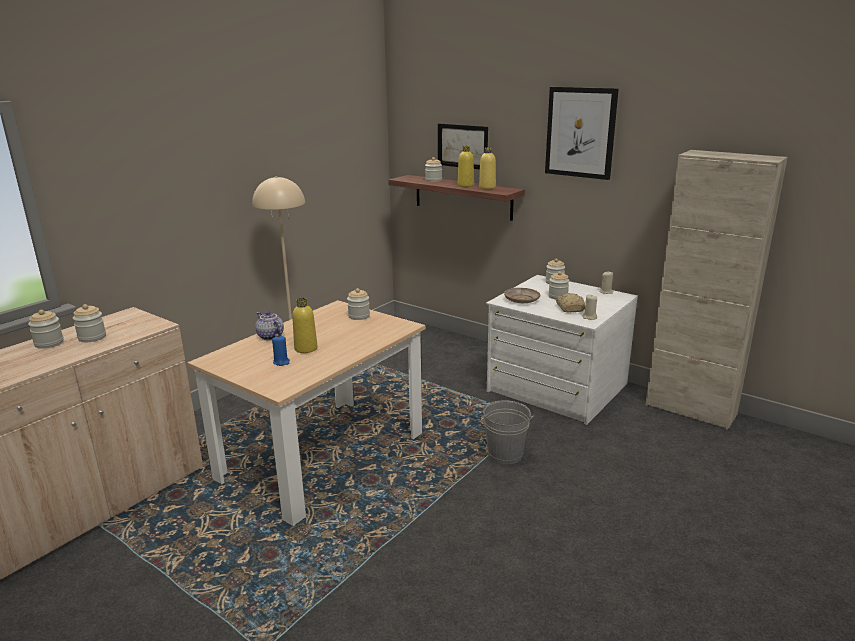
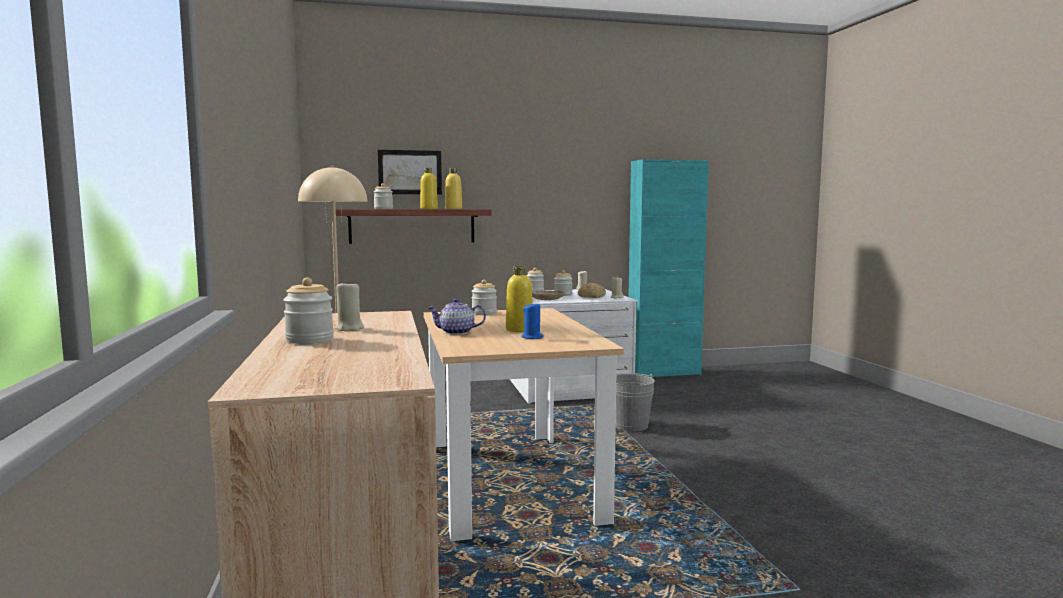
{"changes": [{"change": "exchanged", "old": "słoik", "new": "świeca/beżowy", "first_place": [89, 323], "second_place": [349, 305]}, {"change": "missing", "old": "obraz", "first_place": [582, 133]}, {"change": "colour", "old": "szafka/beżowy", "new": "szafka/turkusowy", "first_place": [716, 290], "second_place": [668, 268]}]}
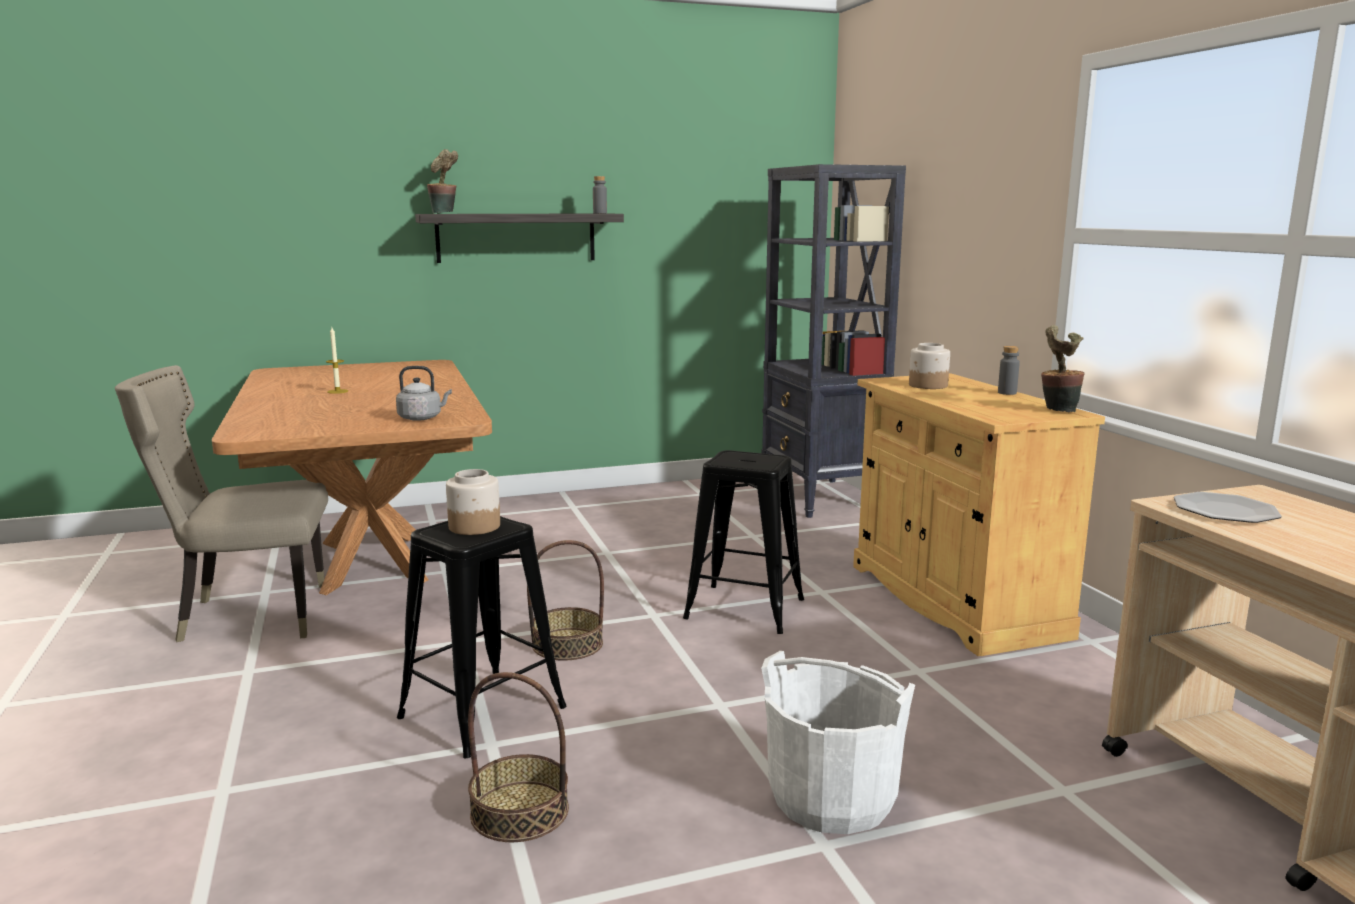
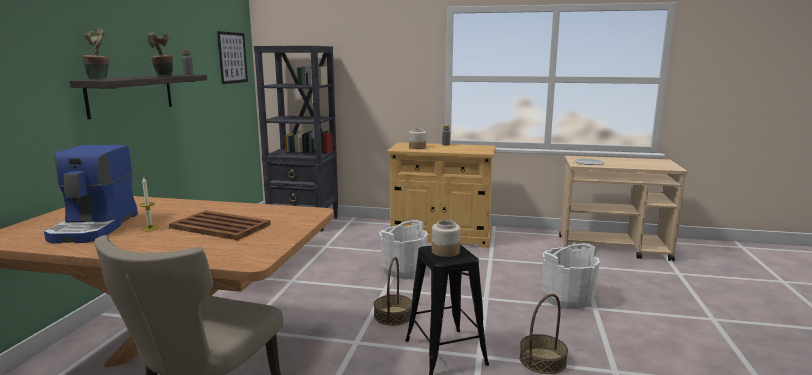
{"changes": [{"change": "missing", "old": "czajnik/szary", "first_place": [424, 393]}, {"change": "exchanged", "old": "stołek/czarny", "new": "wiadro/biały", "first_place": [743, 542], "second_place": [403, 249]}, {"change": "relocated", "old": "roślina doniczkowa", "first_place": [1063, 368], "second_place": [160, 53]}, {"change": "appeared", "new": "ekspres do kawy", "second_place": [91, 194]}, {"change": "appeared", "new": "taca/brązowy", "second_place": [220, 225]}, {"change": "appeared", "new": "obraz", "second_place": [232, 57]}]}
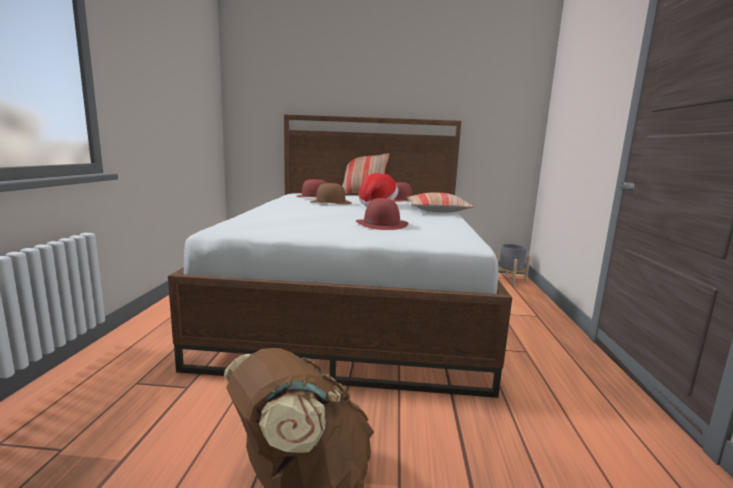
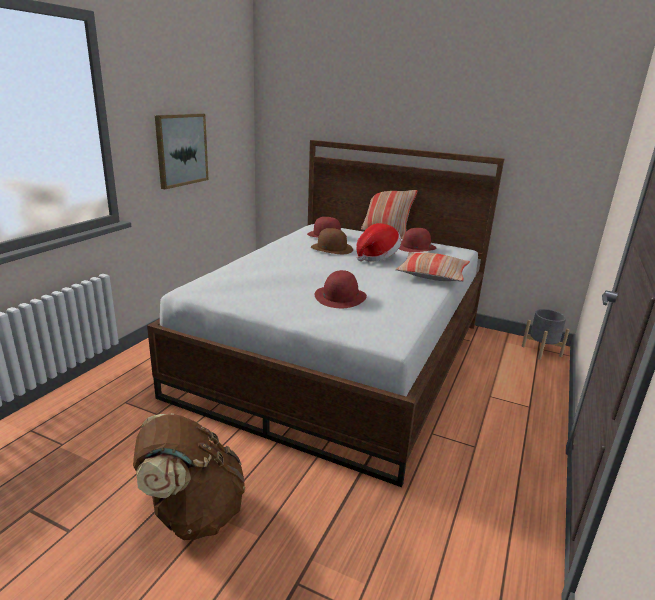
{"changes": [{"change": "appeared", "new": "obraz", "second_place": [182, 151]}]}
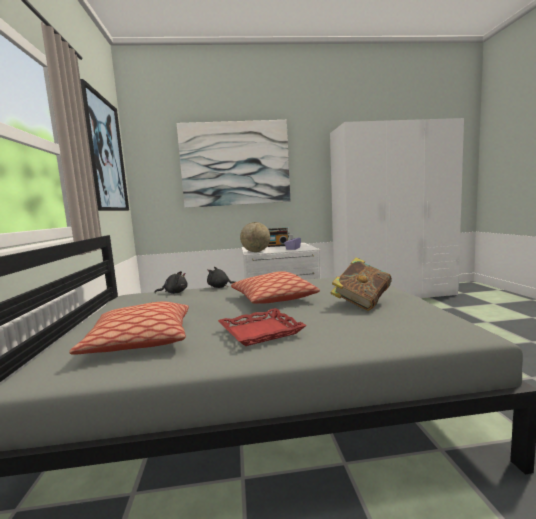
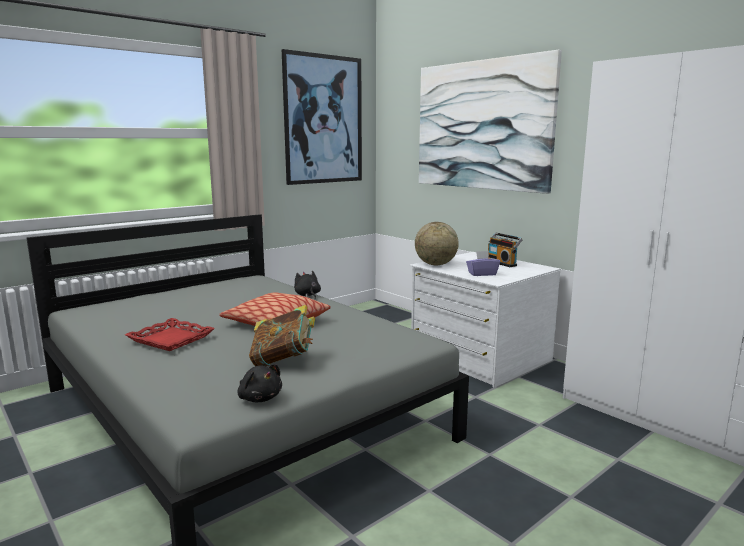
{"changes": [{"change": "missing", "old": "poduszka", "first_place": [129, 328]}, {"change": "relocated", "old": "pluszak/czarny", "first_place": [171, 282], "second_place": [260, 383]}]}
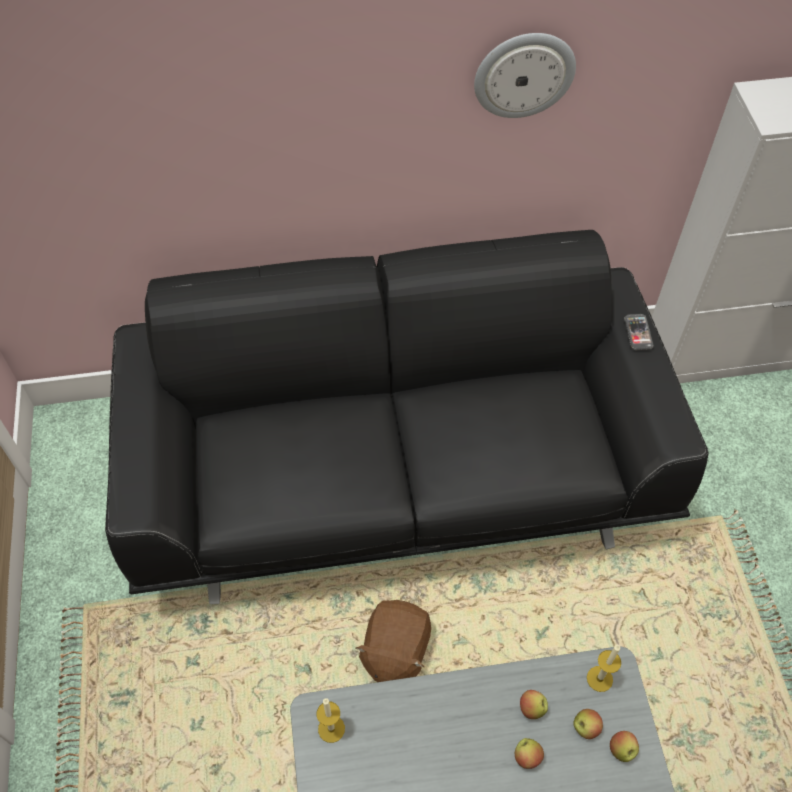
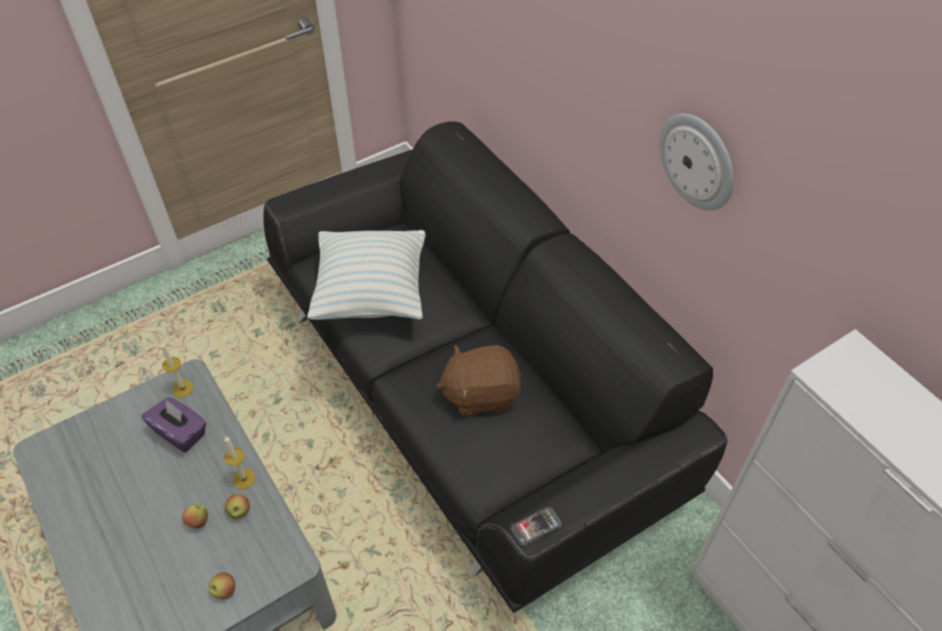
{"changes": [{"change": "relocated", "old": "pluszak/brązowy", "first_place": [393, 641], "second_place": [478, 381]}, {"change": "missing", "old": "jabłko", "first_place": [588, 724]}, {"change": "relocated", "old": "świeca", "first_place": [604, 668], "second_place": [240, 463]}, {"change": "relocated", "old": "telefon", "first_place": [639, 332], "second_place": [536, 526]}, {"change": "appeared", "new": "pudełko chusteczek/fioletowy", "second_place": [174, 424]}, {"change": "appeared", "new": "poduszka", "second_place": [366, 275]}]}
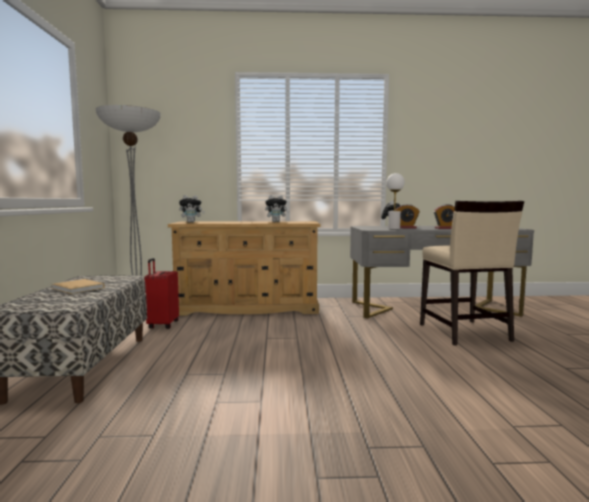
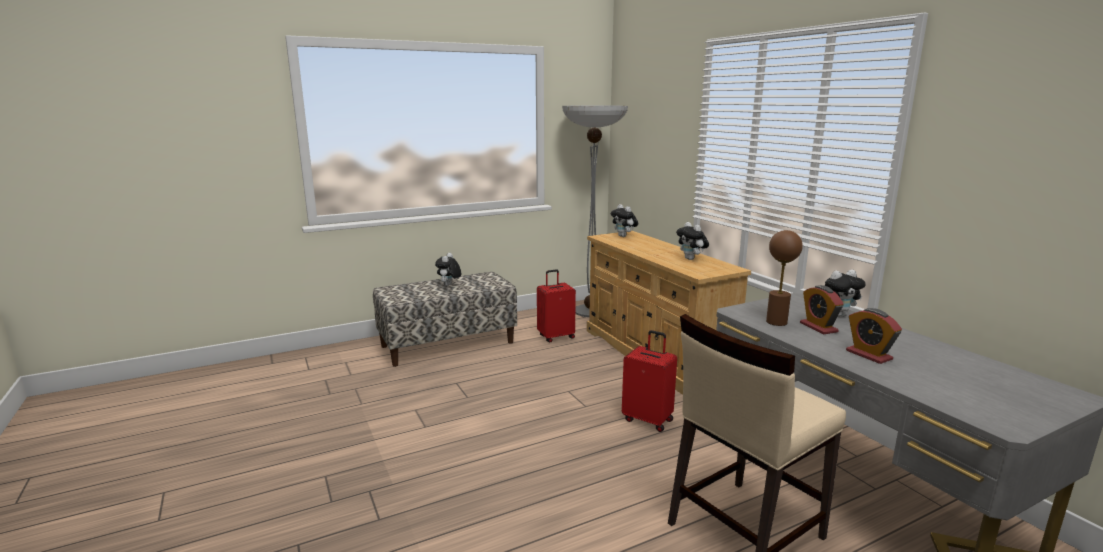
{"changes": [{"change": "exchanged", "old": "książka/beżowy", "new": "pluszak", "first_place": [78, 286], "second_place": [448, 269]}, {"change": "colour", "old": "lampa stołowa/biały", "new": "lampa stołowa/brązowy", "first_place": [395, 201], "second_place": [784, 278]}, {"change": "appeared", "new": "walizka/czerwony", "second_place": [649, 381]}]}
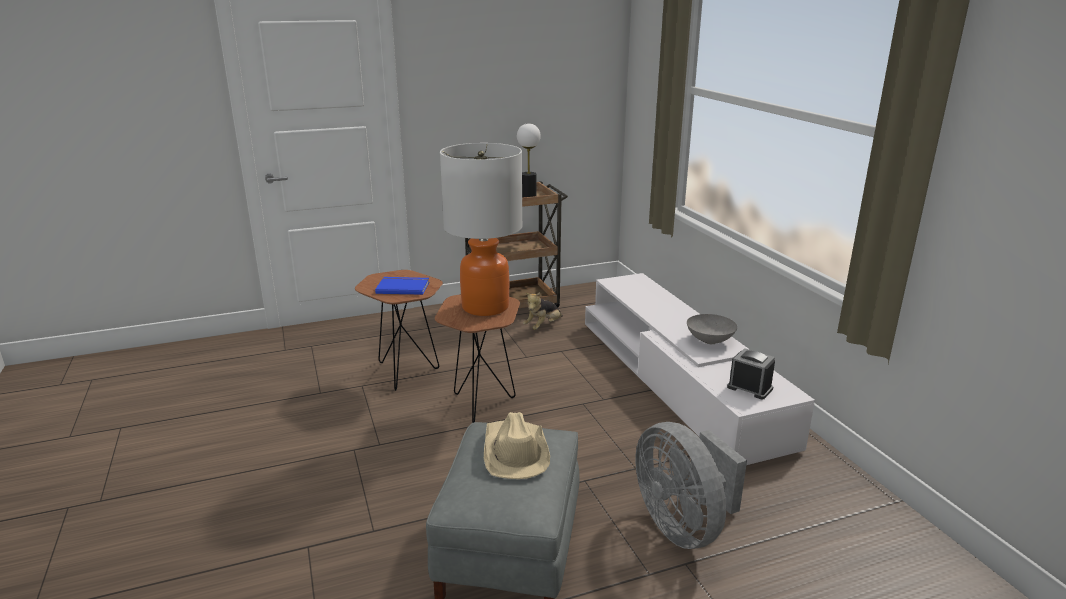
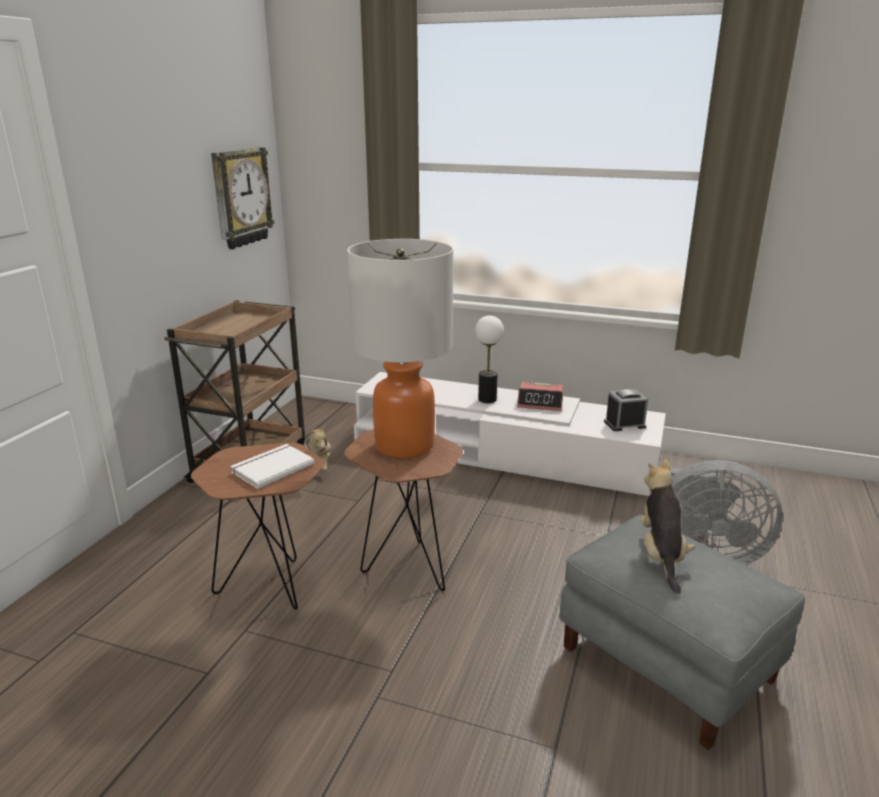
{"changes": [{"change": "colour", "old": "książka/niebieski", "new": "książka/biały", "first_place": [402, 286], "second_place": [272, 466]}, {"change": "exchanged", "old": "kapelusz/beżowy", "new": "pluszak", "first_place": [517, 445], "second_place": [668, 526]}, {"change": "relocated", "old": "lampa stołowa", "first_place": [529, 160], "second_place": [489, 359]}, {"change": "exchanged", "old": "miska/szary", "new": "budzik", "first_place": [712, 329], "second_place": [540, 396]}, {"change": "appeared", "new": "zegar ścienny", "second_place": [243, 198]}]}
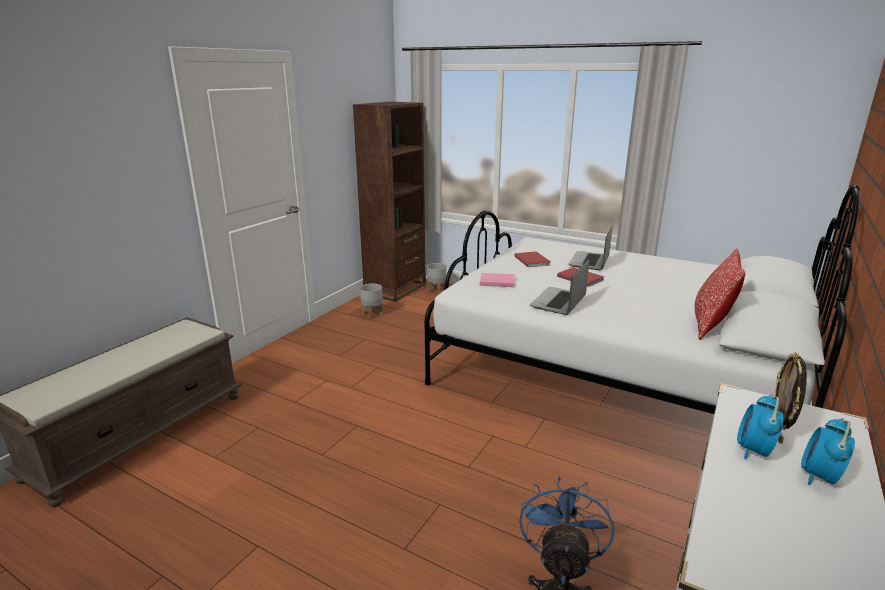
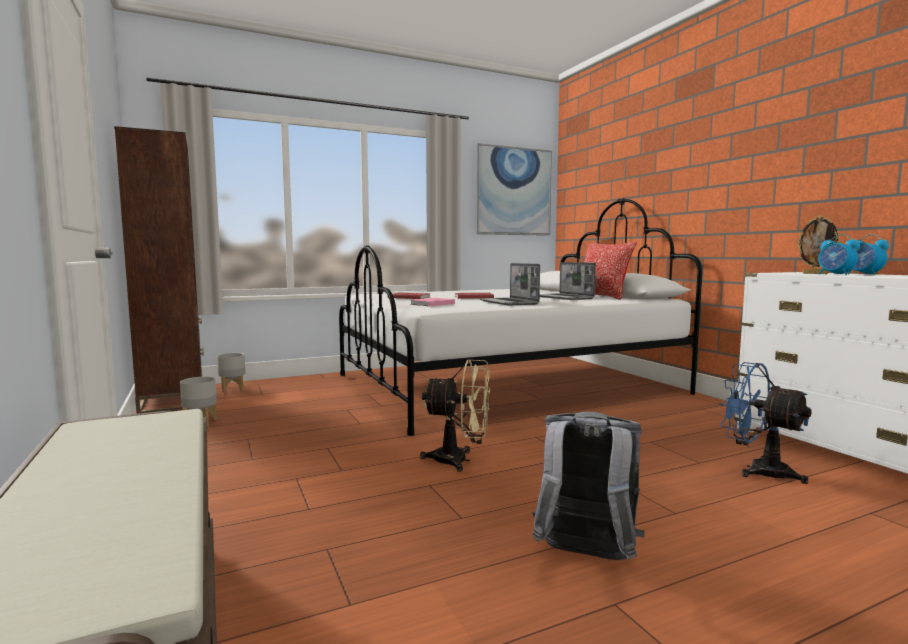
{"changes": [{"change": "relocated", "old": "laptop", "first_place": [591, 248], "second_place": [568, 281]}, {"change": "appeared", "new": "wentylator/beżowy", "second_place": [455, 415]}, {"change": "appeared", "new": "obraz", "second_place": [513, 189]}, {"change": "appeared", "new": "plecak/szary", "second_place": [588, 486]}]}
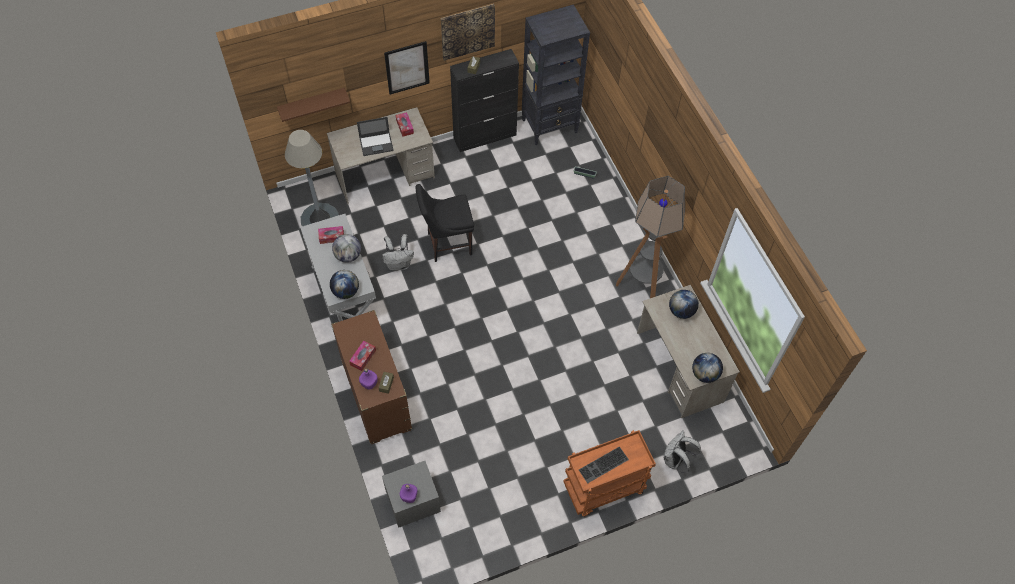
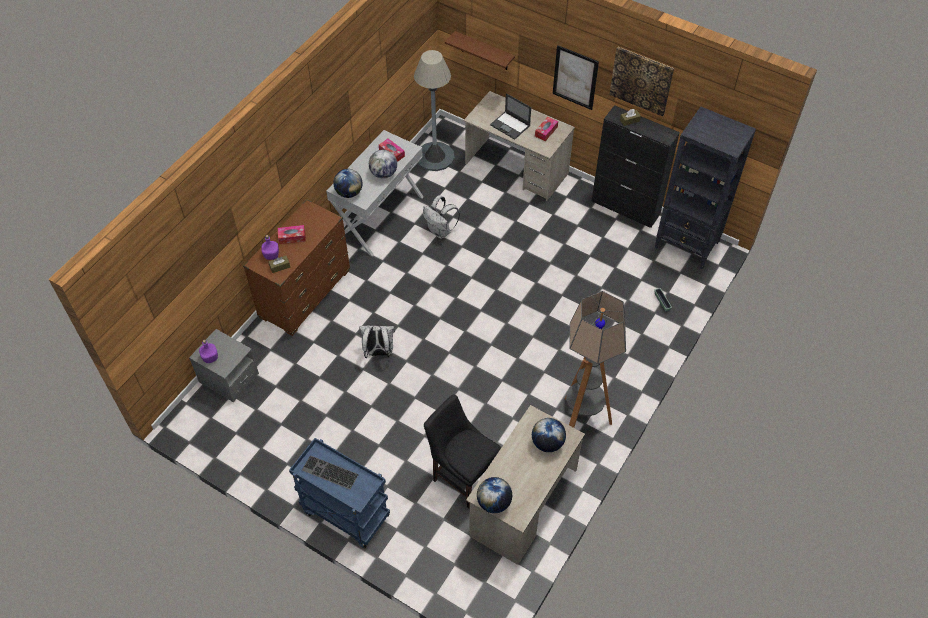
{"changes": [{"change": "relocated", "old": "krzesło/czarny", "first_place": [444, 223], "second_place": [462, 451]}, {"change": "colour", "old": "wózek/pomarańczowy", "new": "wózek/niebieski", "first_place": [609, 473], "second_place": [339, 493]}, {"change": "relocated", "old": "plecak/biały", "first_place": [682, 451], "second_place": [377, 341]}]}
